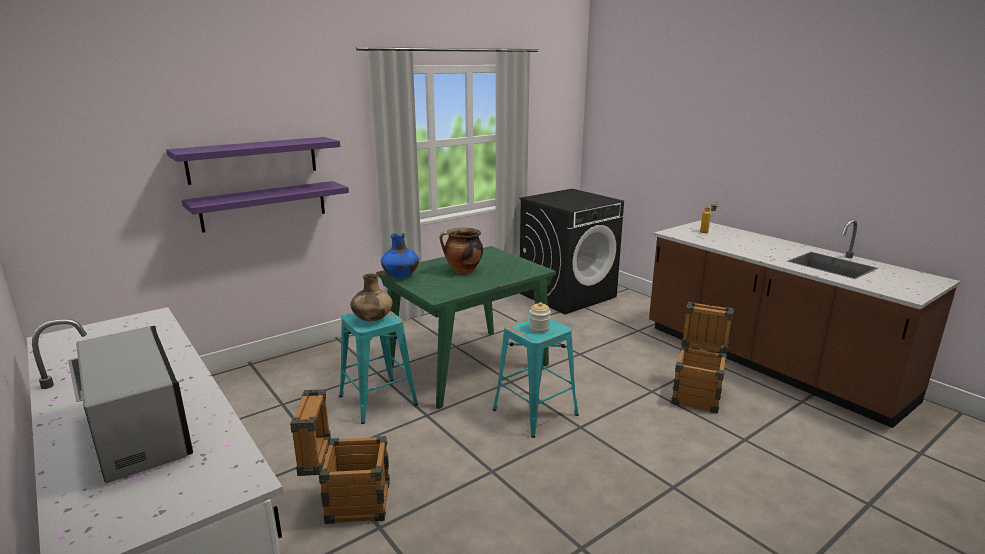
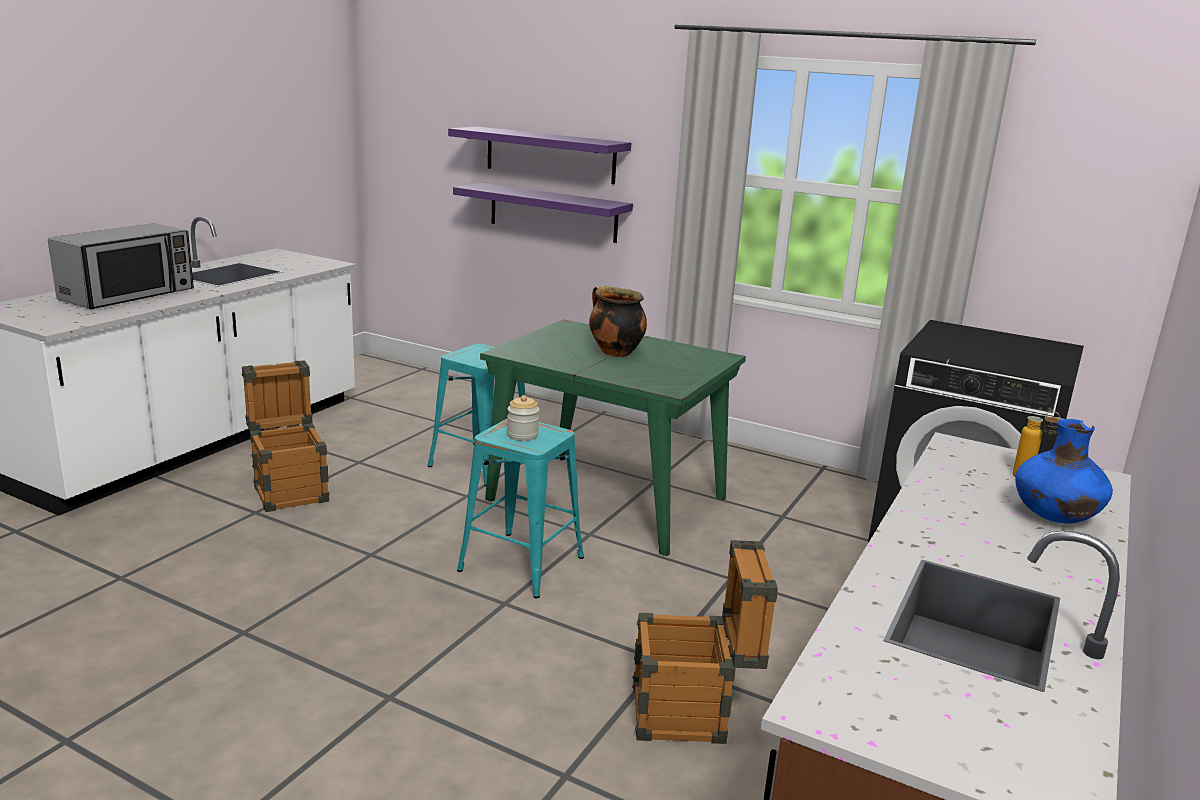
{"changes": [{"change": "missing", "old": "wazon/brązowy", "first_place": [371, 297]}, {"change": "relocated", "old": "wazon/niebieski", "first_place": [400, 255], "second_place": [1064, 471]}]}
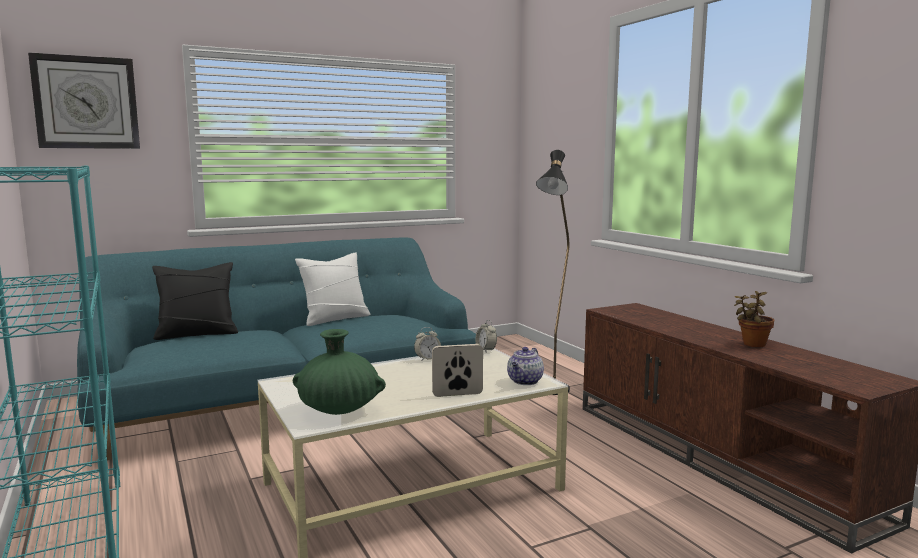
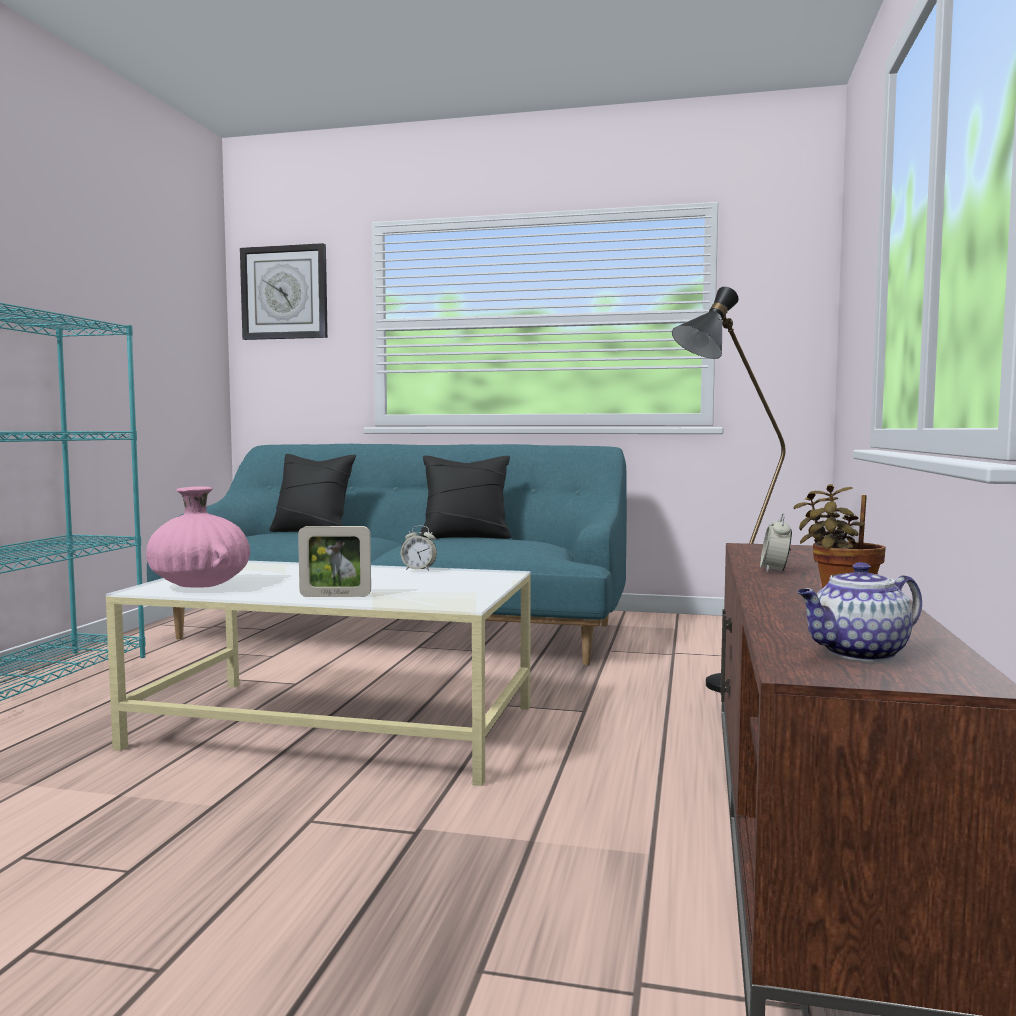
{"changes": [{"change": "colour", "old": "wazon/zielony", "new": "wazon/różowy", "first_place": [339, 372], "second_place": [198, 537]}, {"change": "colour", "old": "poduszka/biały", "new": "poduszka/czarny", "first_place": [332, 289], "second_place": [465, 497]}, {"change": "spun", "old": "ramka na zdjęcie", "first_place": [457, 370], "second_place": [334, 561], "degrees": 150}, {"change": "relocated", "old": "budzik", "first_place": [486, 336], "second_place": [776, 542]}, {"change": "relocated", "old": "imbryk", "first_place": [525, 366], "second_place": [860, 612]}]}
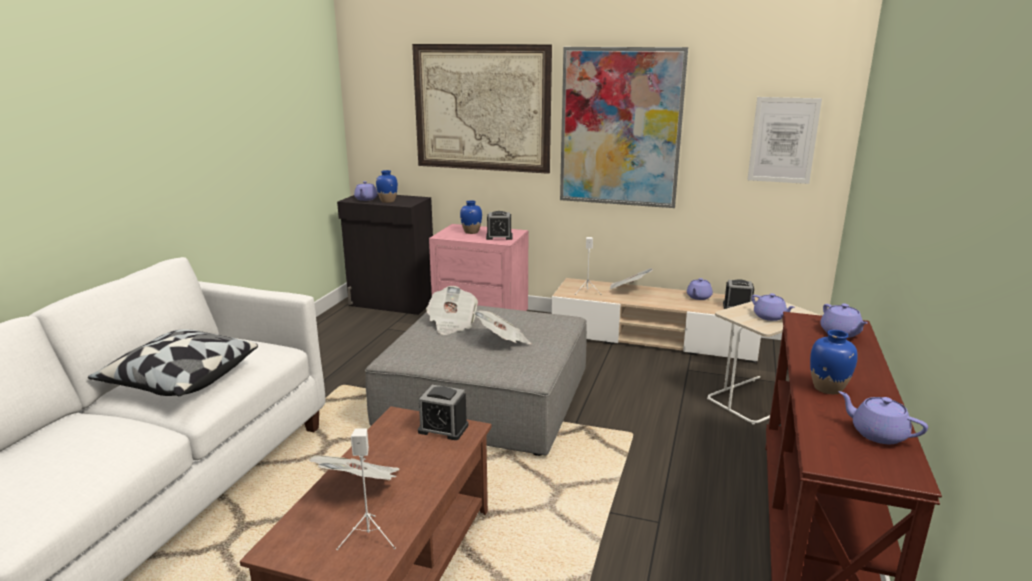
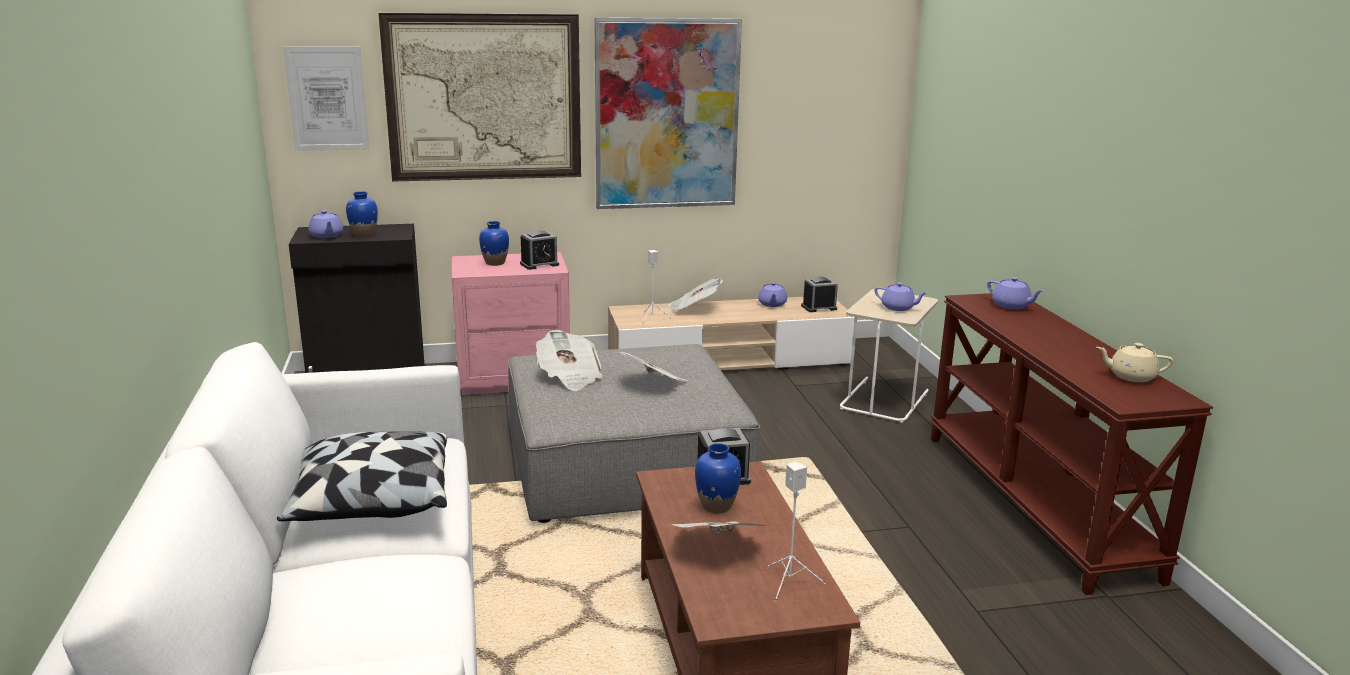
{"changes": [{"change": "relocated", "old": "obraz", "first_place": [785, 140], "second_place": [326, 98]}, {"change": "relocated", "old": "wazon/niebieski", "first_place": [834, 362], "second_place": [718, 478]}, {"change": "colour", "old": "imbryk/fioletowy", "new": "imbryk/beżowy", "first_place": [883, 417], "second_place": [1135, 362]}]}
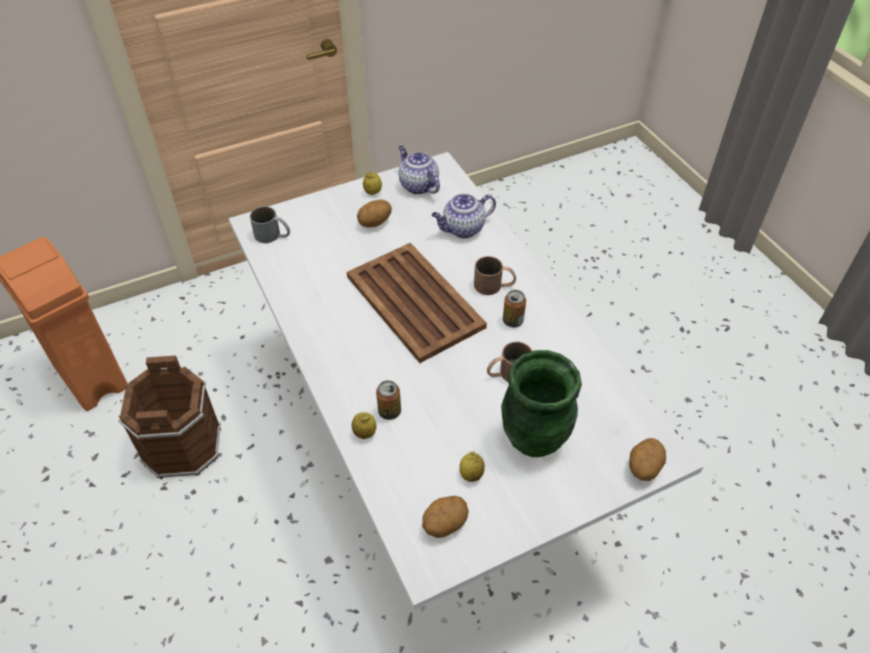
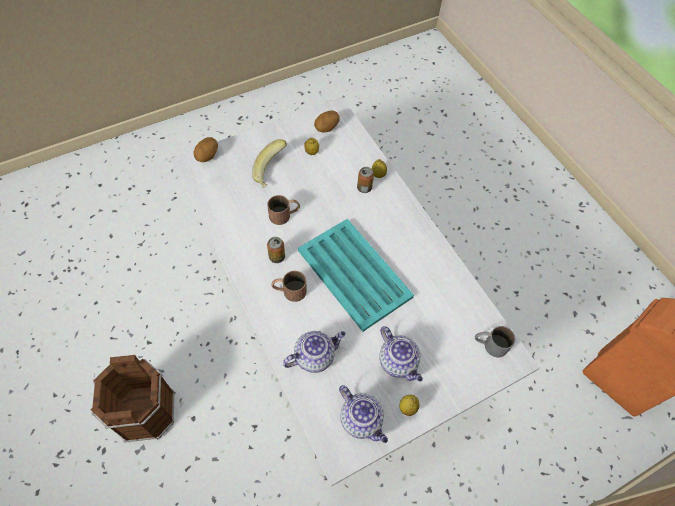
{"changes": [{"change": "relocated", "old": "wiadro/brązowy", "first_place": [169, 417], "second_place": [133, 399]}, {"change": "colour", "old": "taca/brązowy", "new": "taca/turkusowy", "first_place": [417, 303], "second_place": [356, 275]}, {"change": "exchanged", "old": "ziemniak", "new": "imbryk", "first_place": [374, 213], "second_place": [401, 353]}, {"change": "exchanged", "old": "wazon/zielony", "new": "banan", "first_place": [541, 403], "second_place": [269, 163]}]}
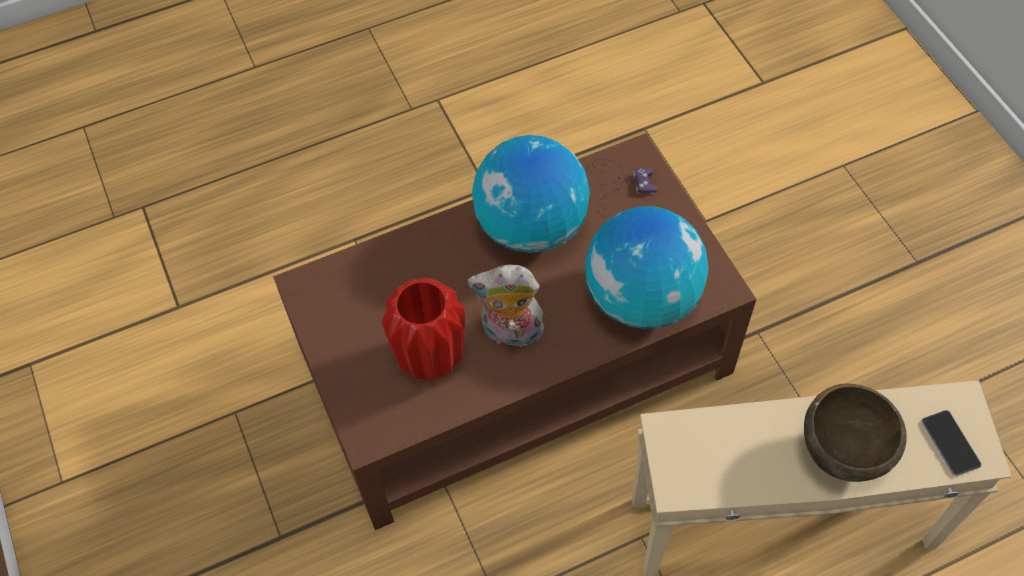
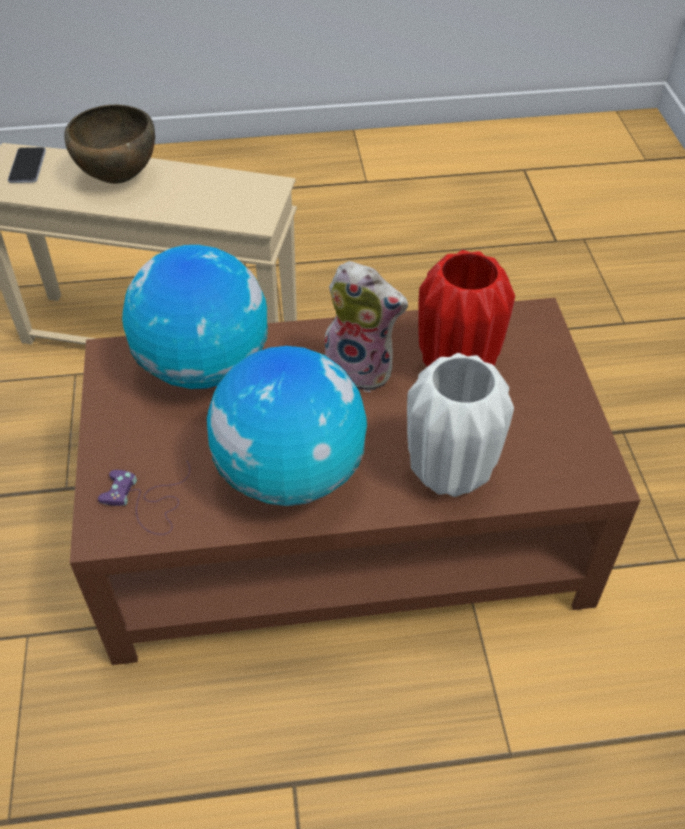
{"changes": [{"change": "appeared", "new": "wazon/biały", "second_place": [460, 425]}]}
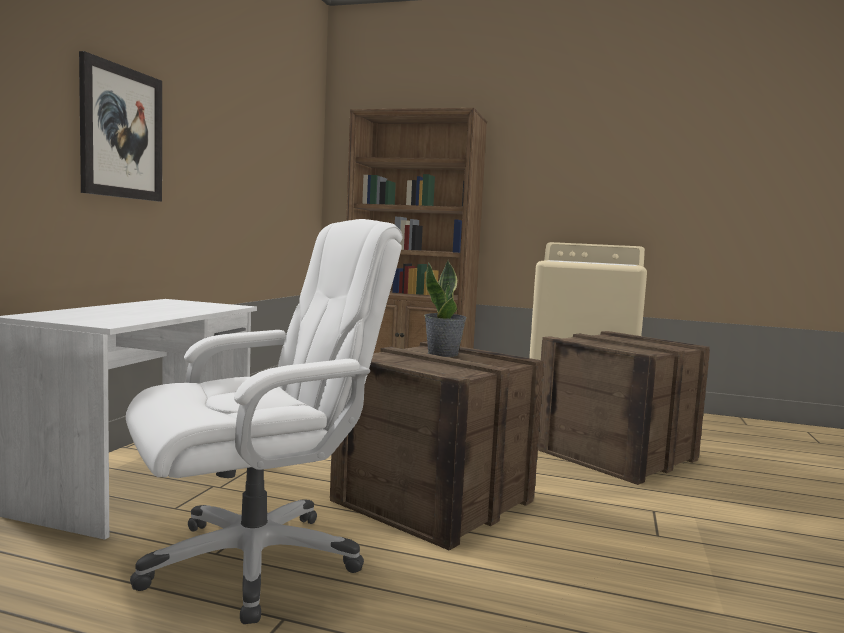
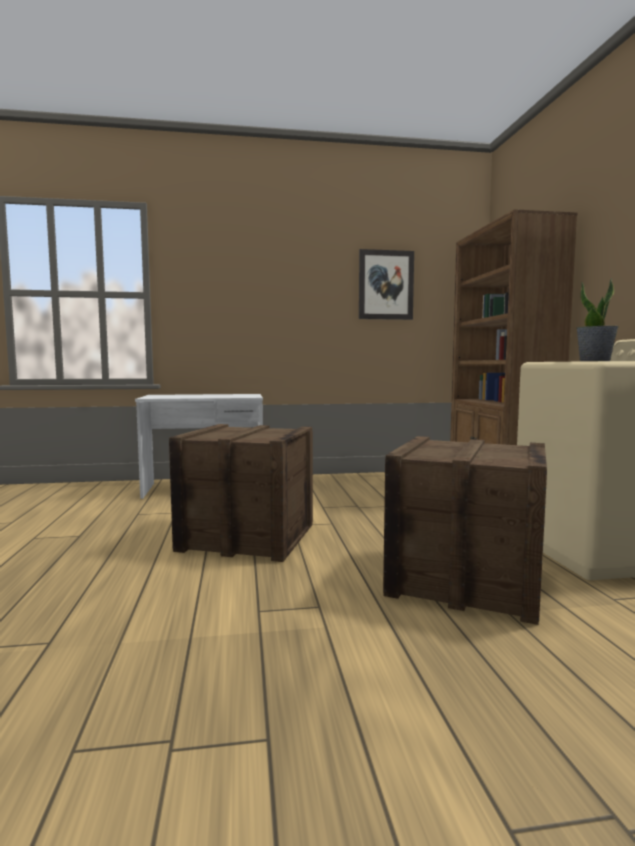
{"changes": [{"change": "relocated", "old": "obraz", "first_place": [120, 126], "second_place": [386, 284]}, {"change": "missing", "old": "krzesło biurowe/biały", "first_place": [264, 421]}, {"change": "relocated", "old": "roślina doniczkowa", "first_place": [445, 308], "second_place": [597, 319]}]}
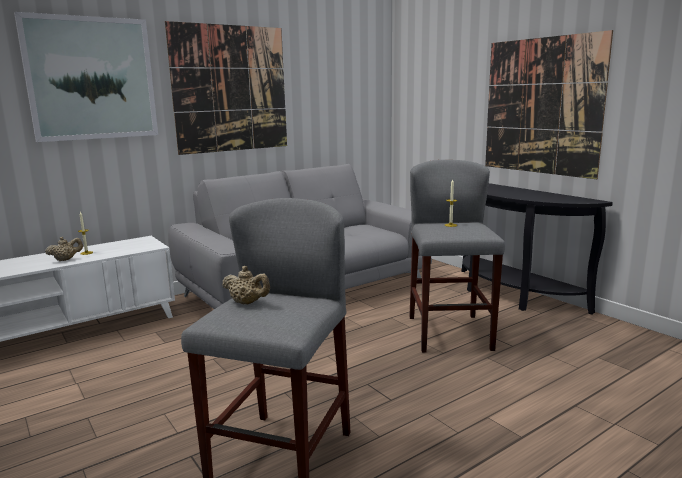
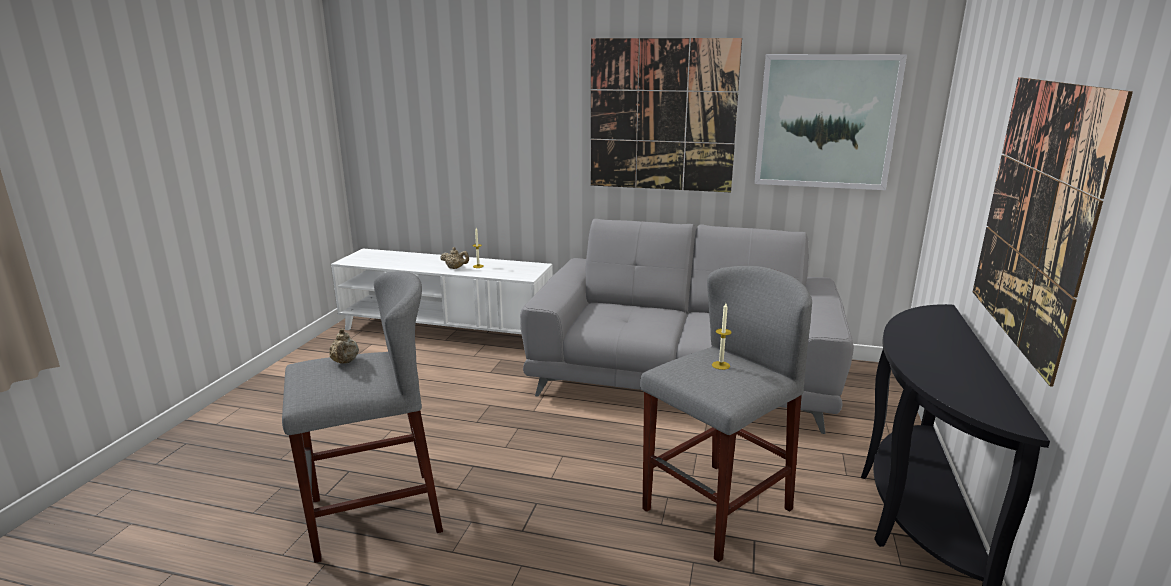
{"changes": [{"change": "relocated", "old": "obraz", "first_place": [86, 77], "second_place": [830, 122]}]}
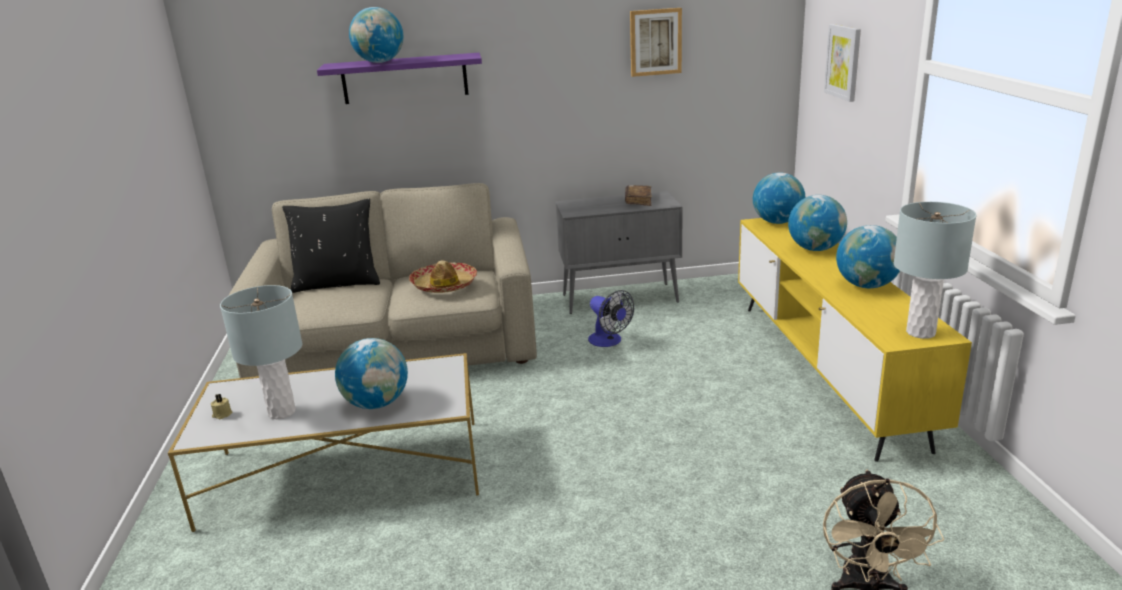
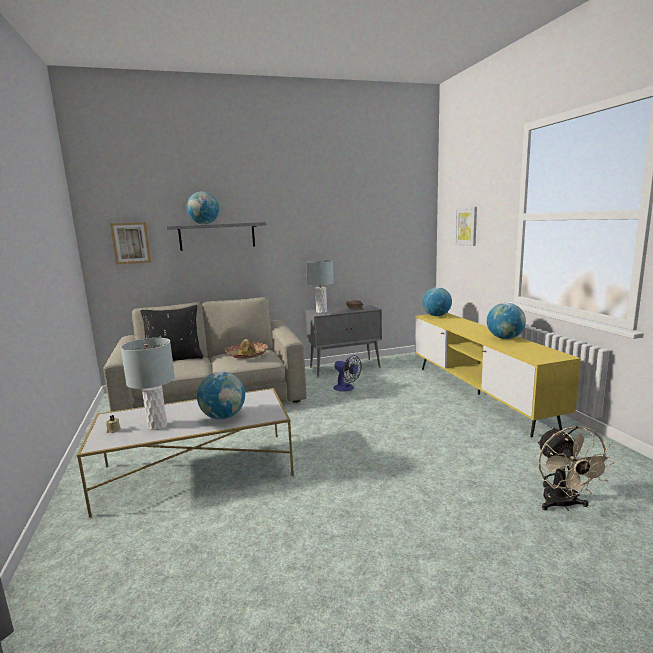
{"changes": [{"change": "colour", "old": "półka/fioletowy", "new": "półka/szary", "first_place": [399, 78], "second_place": [217, 236]}, {"change": "relocated", "old": "obraz", "first_place": [656, 42], "second_place": [130, 243]}, {"change": "missing", "old": "globus", "first_place": [817, 223]}, {"change": "relocated", "old": "lampa stołowa/szary", "first_place": [935, 270], "second_place": [320, 286]}]}
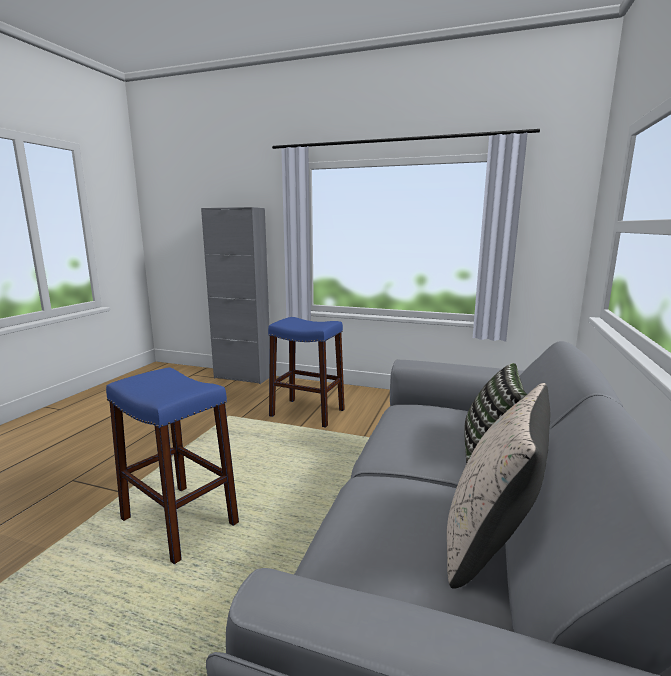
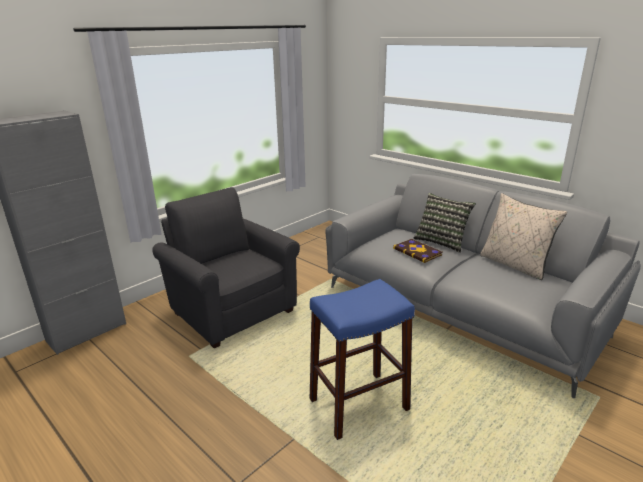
{"changes": [{"change": "exchanged", "old": "stołek/niebieski", "new": "fotel/szary", "first_place": [306, 372], "second_place": [226, 267]}, {"change": "appeared", "new": "książka", "second_place": [418, 251]}]}
